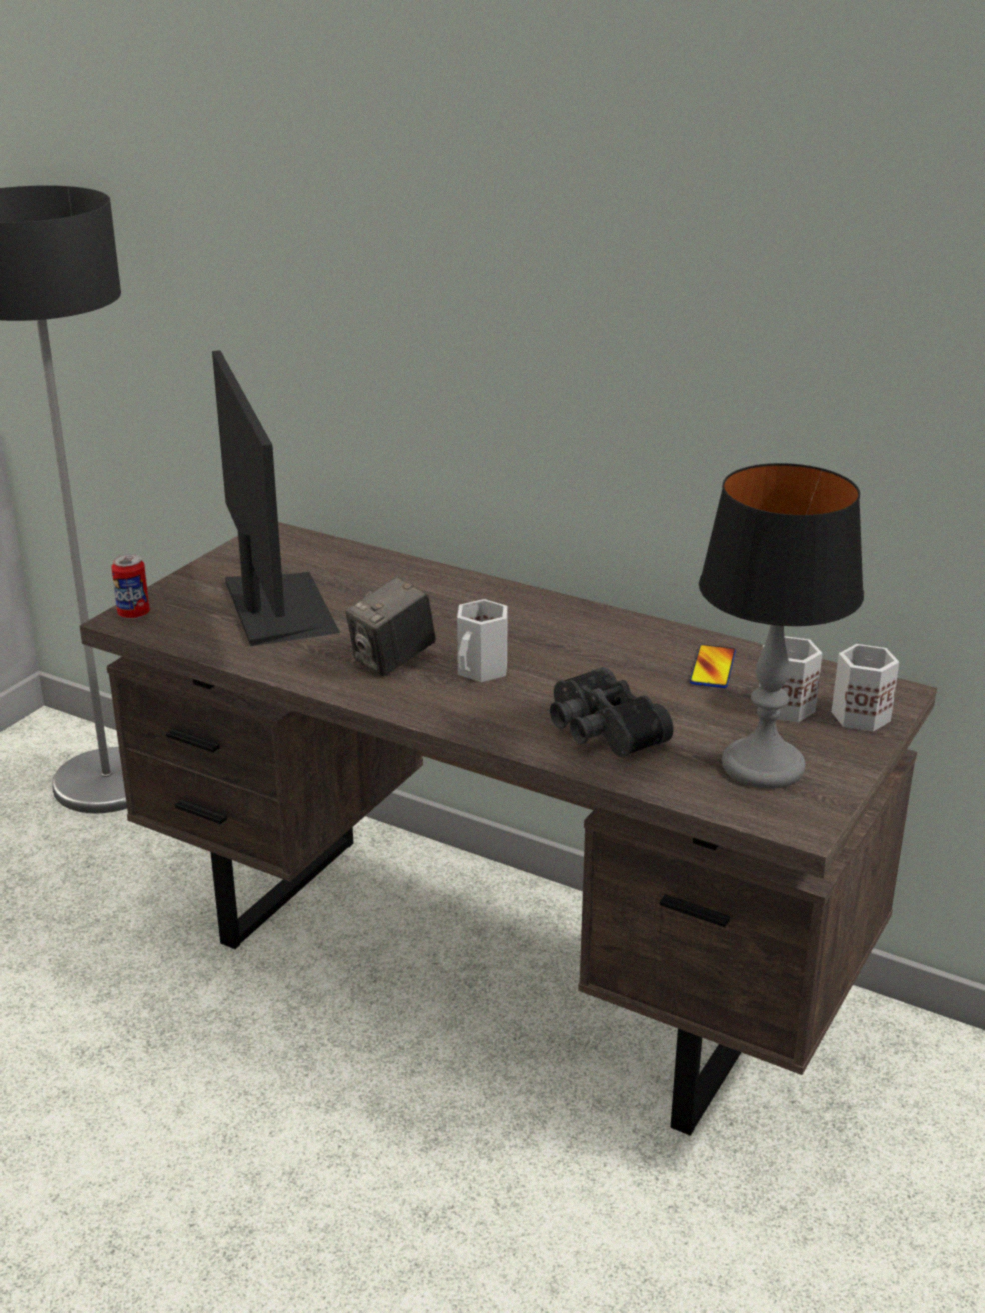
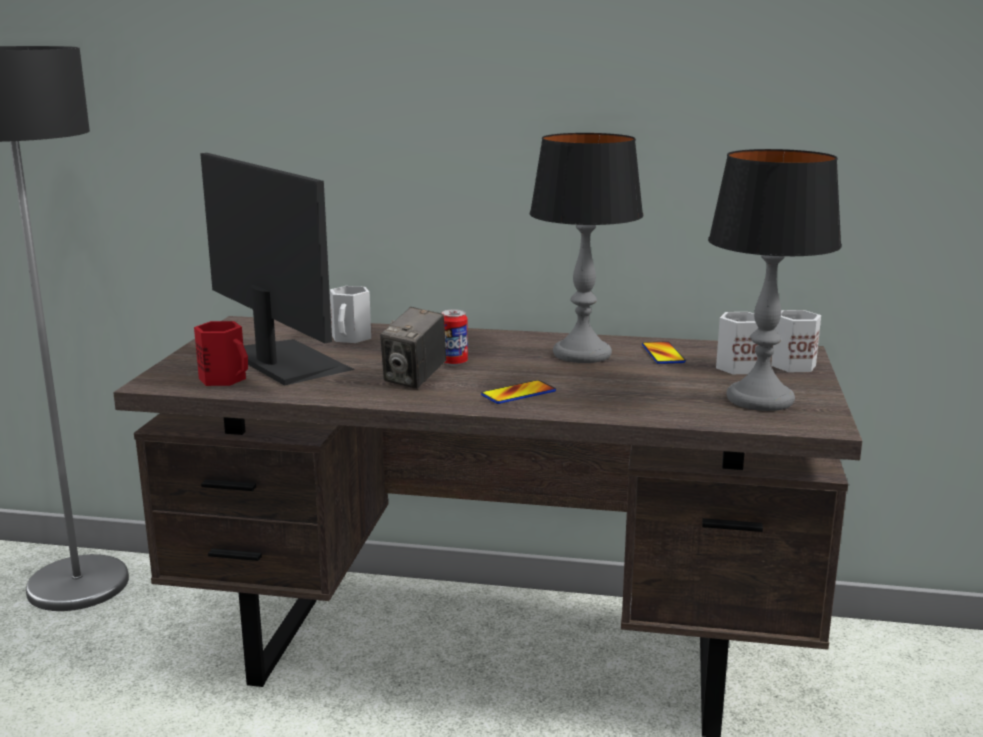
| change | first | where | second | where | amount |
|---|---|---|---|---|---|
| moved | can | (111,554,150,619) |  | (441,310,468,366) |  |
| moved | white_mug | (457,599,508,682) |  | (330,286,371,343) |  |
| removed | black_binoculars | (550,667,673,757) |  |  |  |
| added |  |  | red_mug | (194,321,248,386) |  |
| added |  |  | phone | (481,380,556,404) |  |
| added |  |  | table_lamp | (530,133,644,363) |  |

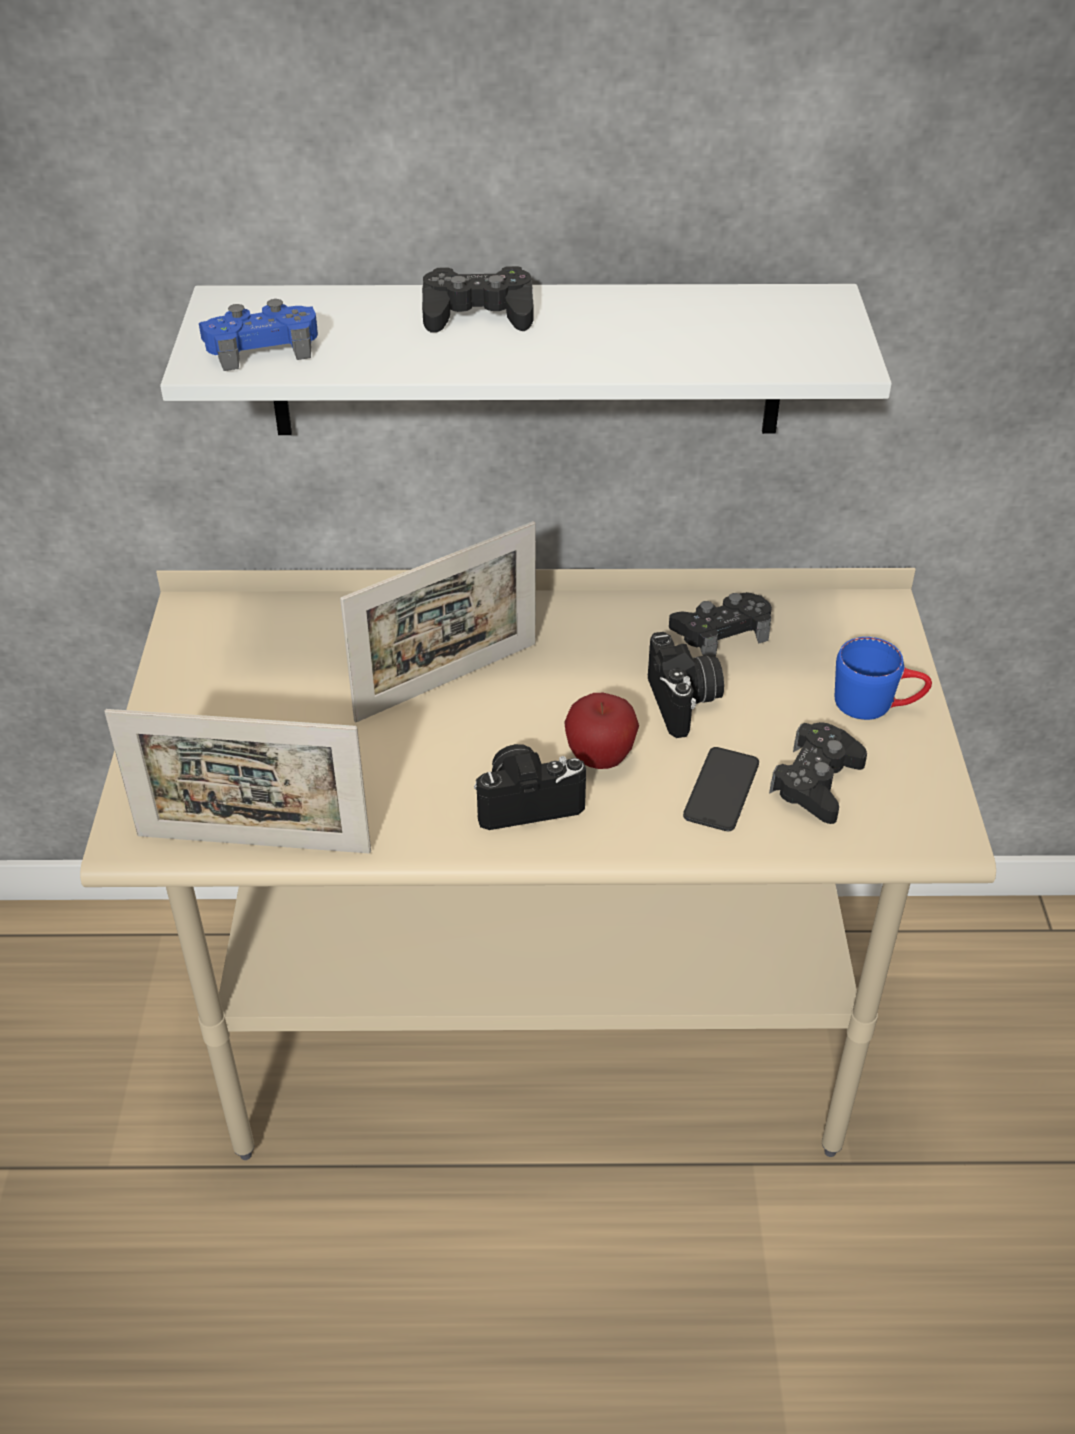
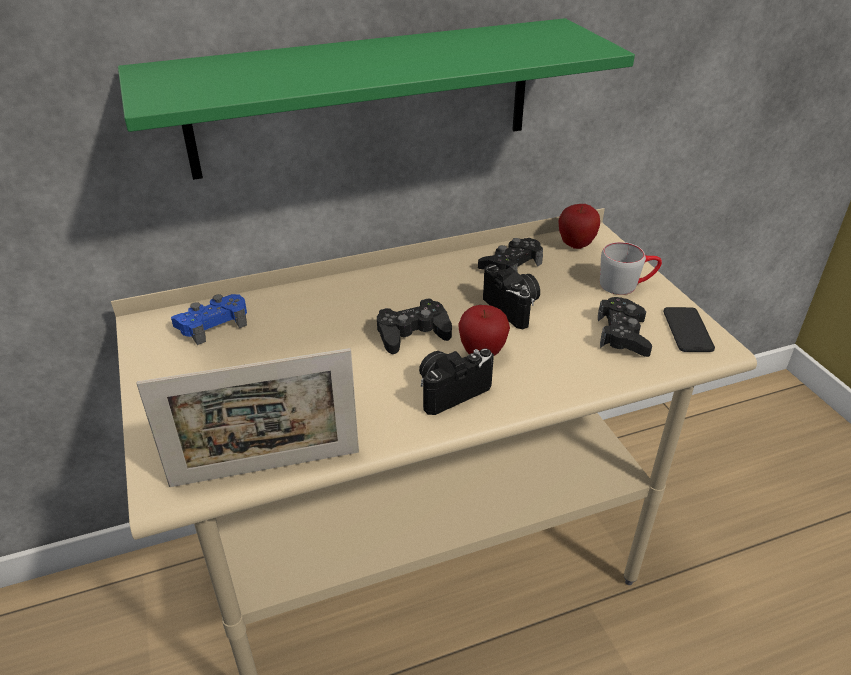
| change | first | where | second | where | amount |
|---|---|---|---|---|---|
| recoloured | white_shelf | (160,284,892,435) | green_shelf | (118,18,635,180) |  |
| moved | blue_game_controller | (199,299,318,371) |  | (171,294,247,345) |  |
| removed | picture_frame | (340,521,536,722) |  |  |  |
| moved | black_game_controller | (422,266,533,333) |  | (377,298,452,354) |  |
| moved | phone | (683,747,759,831) |  | (663,307,715,352) |  |
| recoloured | blue_mug | (835,637,932,720) | grey_mug | (600,242,662,295) |  |
| added |  |  | apple | (559,204,600,249) |  |

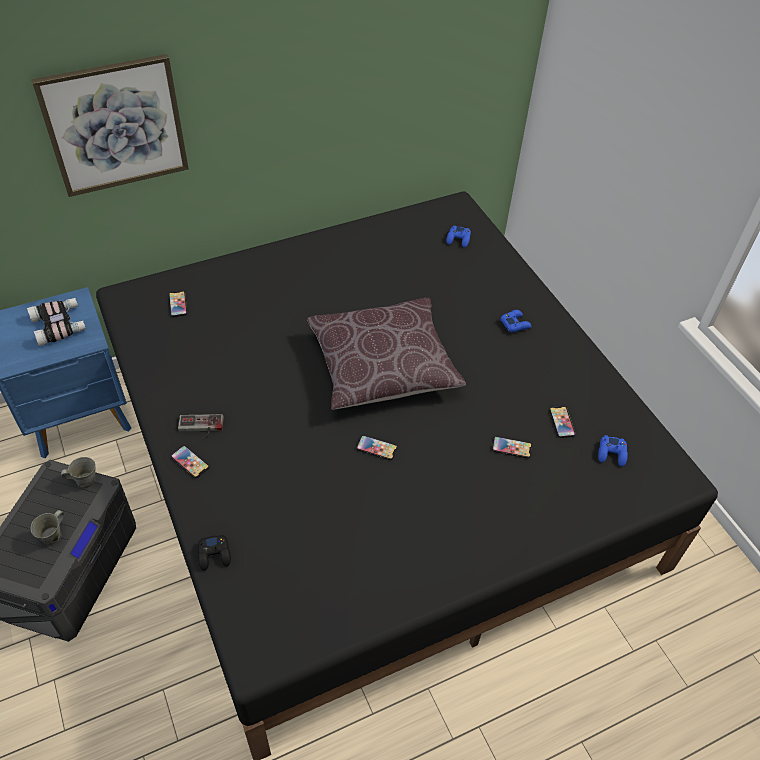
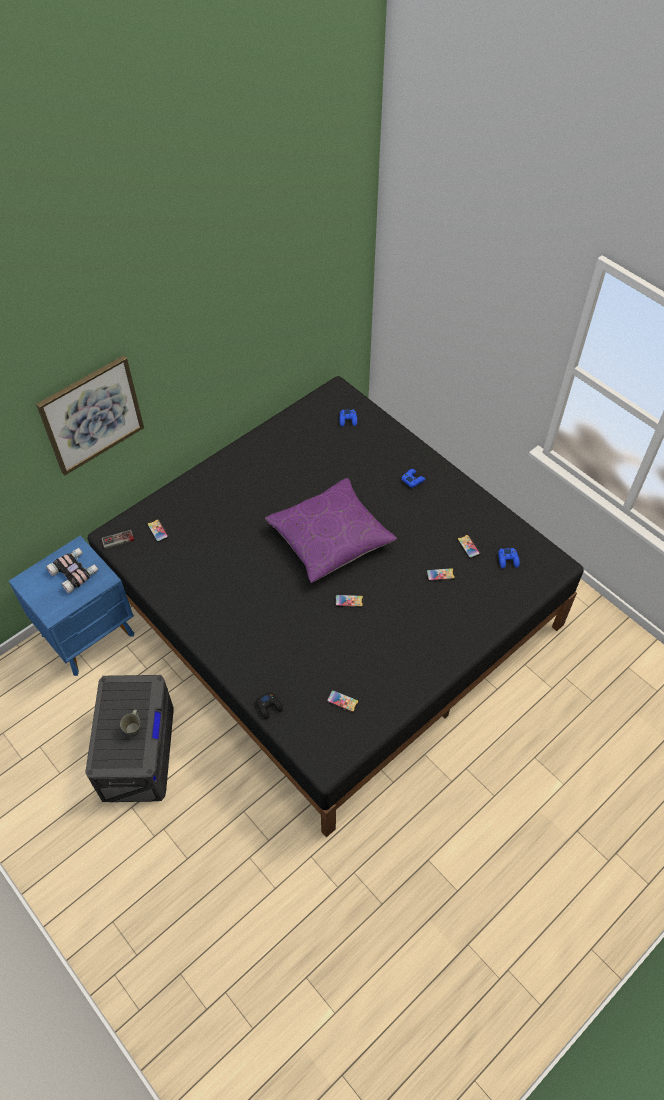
| change | first | where | second | where | amount |
|---|---|---|---|---|---|
| removed | grey_mug | (61,457,96,488) |  |  |  |
| moved | phone | (171,445,209,478) |  | (327,690,359,713) |  |
| moved | game_controller | (178,414,224,439) |  | (102,530,134,550) |  |
| recoloured | brown_pillow | (307,298,466,410) | purple_pillow | (265,478,397,583) |  |

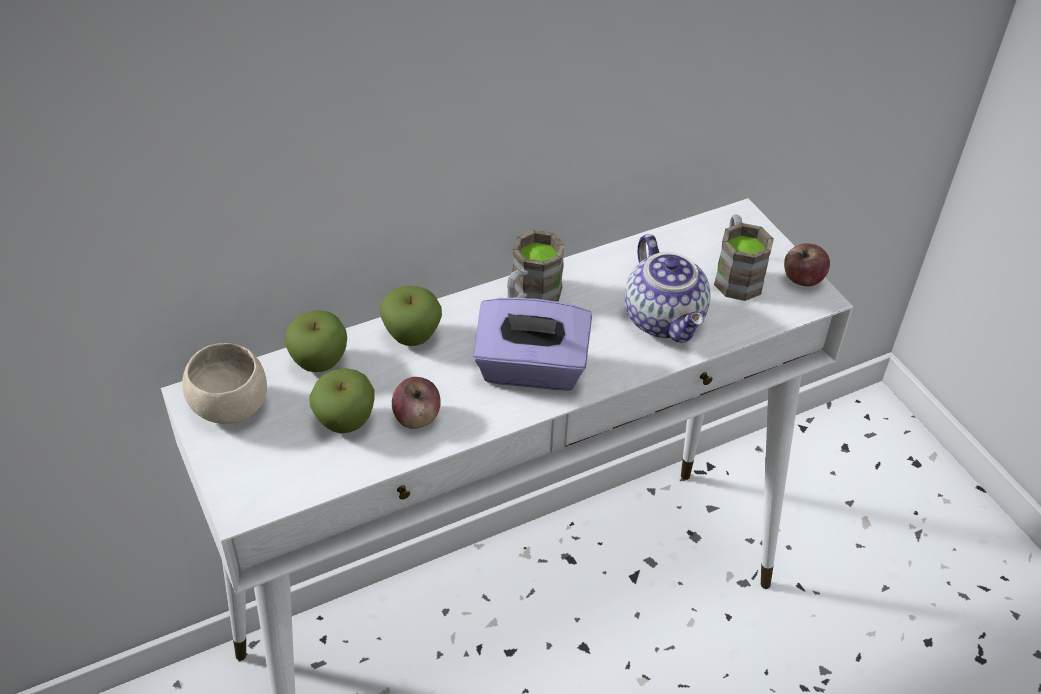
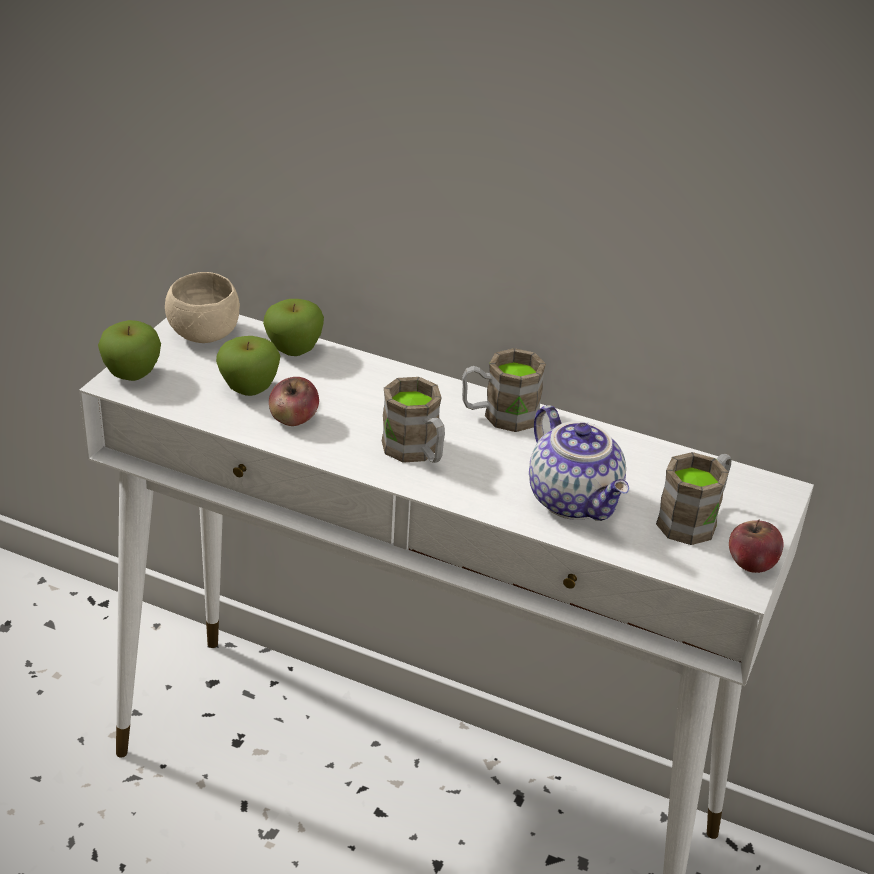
| change | first | where | second | where | amount |
|---|---|---|---|---|---|
| moved | apple | (380,286,442,346) |  | (98,320,161,381) |  |
| replaced | purple_tissue_box | (473,298,592,390) | brown_mug | (382,377,445,463) |  |
| turned | teapot | (625,234,710,342) |  | (529,405,629,521) | 60 degrees counterclockwise |

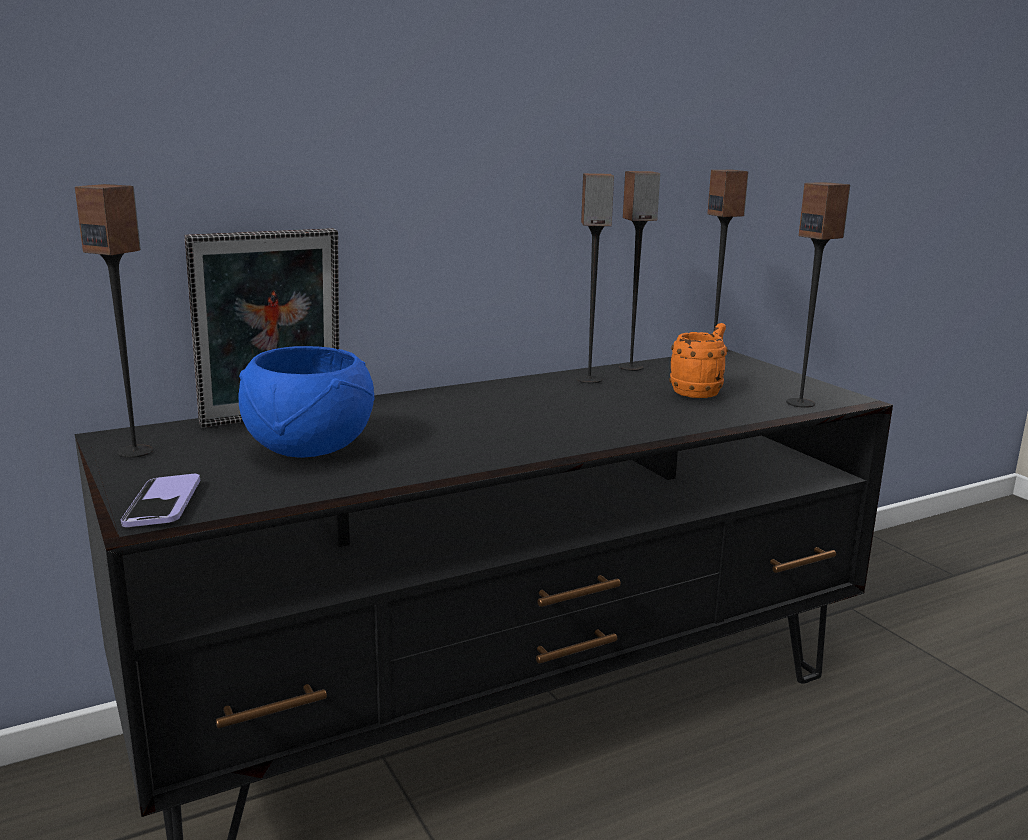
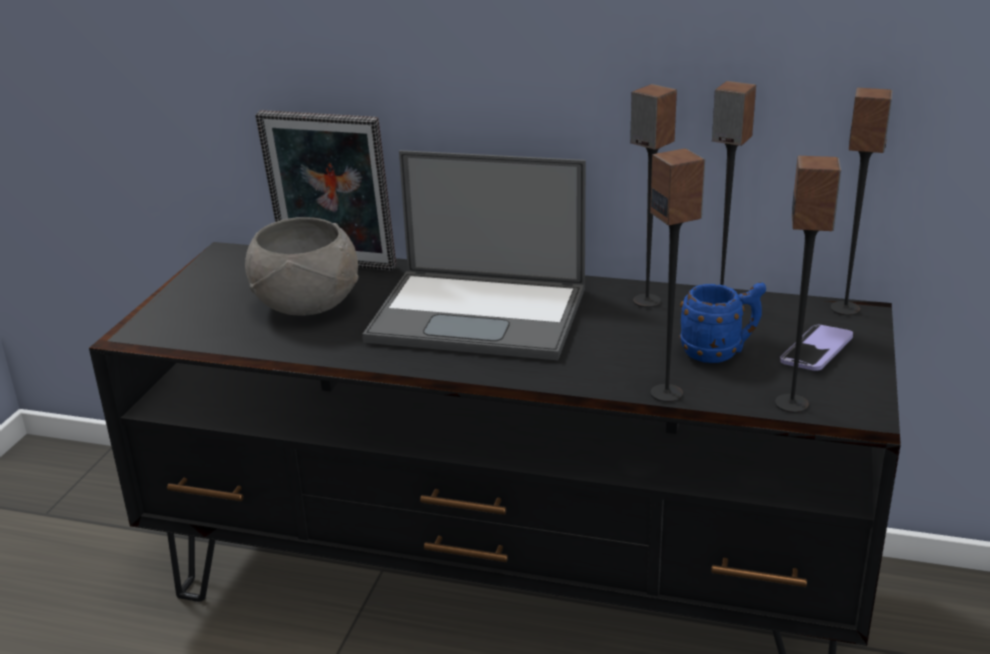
| change | first | where | second | where | amount |
|---|---|---|---|---|---|
| moved | speaker | (75,184,153,458) |  | (650,148,705,402) |  |
| moved | phone | (121,474,200,527) |  | (780,325,853,371) |  |
| recoloured | blue_bowl | (238,346,374,458) | grey_bowl | (245,217,358,316) |  |
| recoloured | orange_mug | (669,323,728,398) | blue_mug | (679,282,766,363) |  |
| added |  |  | laptop | (363,150,586,360) |  |

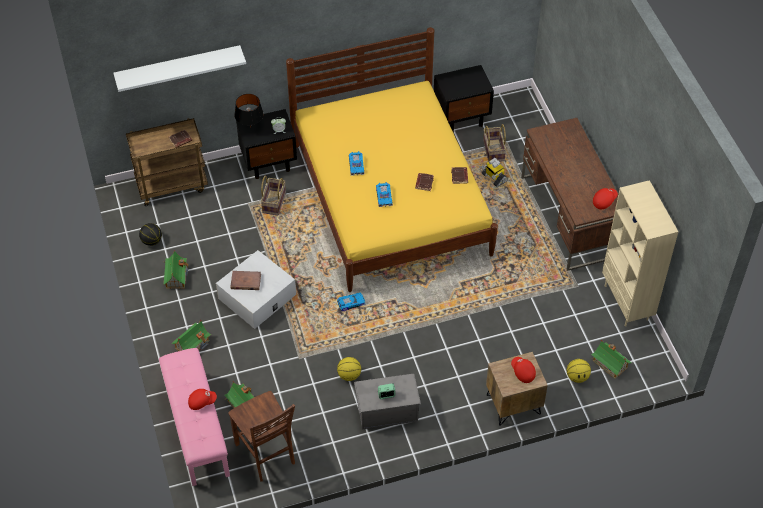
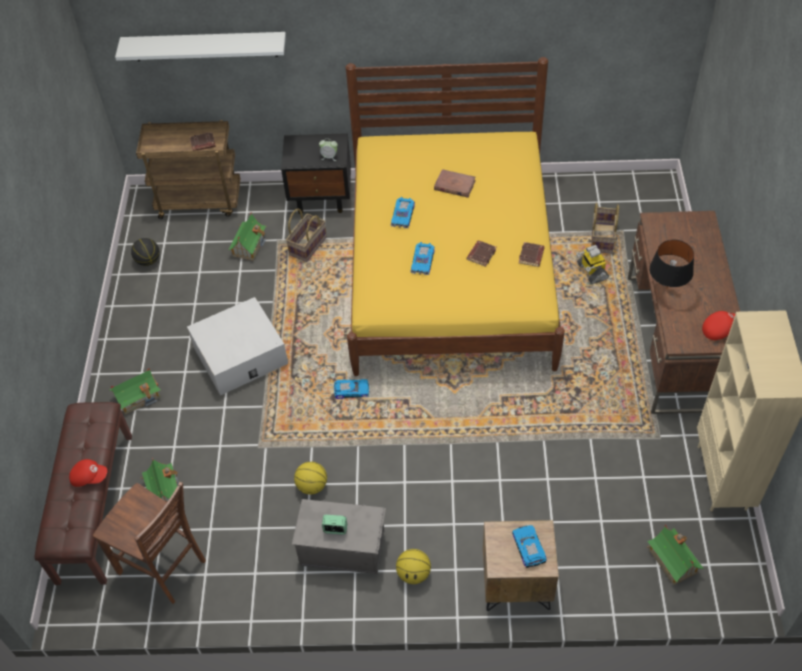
| change | first | where | second | where | amount |
|---|---|---|---|---|---|
| recoloured | pink_bench | (159,348,230,486) | brown_bench | (35,402,132,585) |  |
| moved | toy_house | (163,250,188,289) |  | (228,212,266,261) |  |
| turned | brown_chair | (228,391,295,482) |  | (93,482,206,604) | 45 degrees counterclockwise |
| moved | brown_book | (230,271,261,290) |  | (434,169,476,198) |  |
| moved | black_table_lamp | (234,94,264,128) |  | (649,240,694,289) |  |
| removed | black_nightstand | (434,65,494,133) |  |  |  |
| replaced | red_cap | (511,357,536,383) | toy_car | (512,525,546,568) |  |
| moved | basketball | (567,359,591,383) |  | (396,549,431,584) |  |

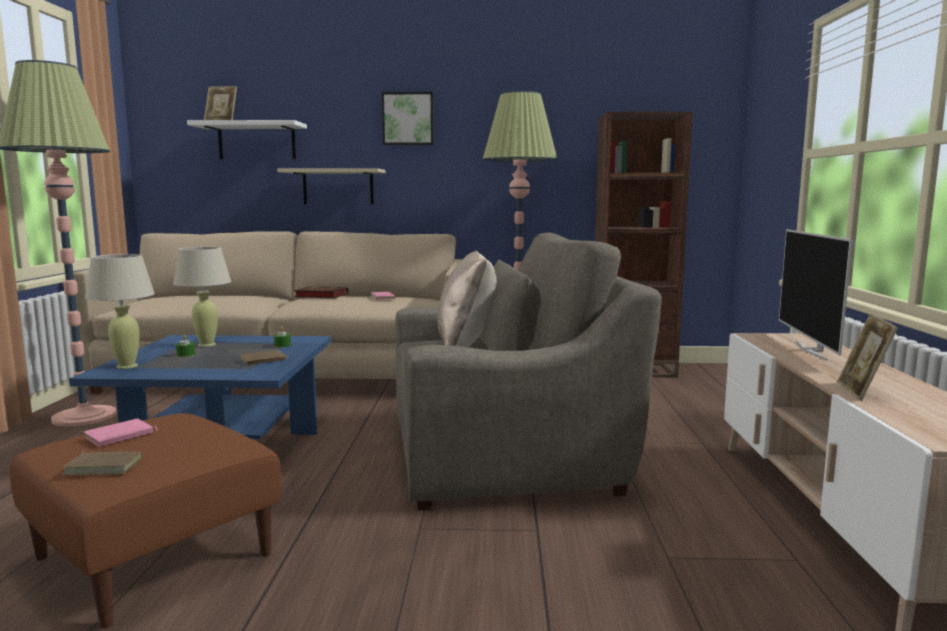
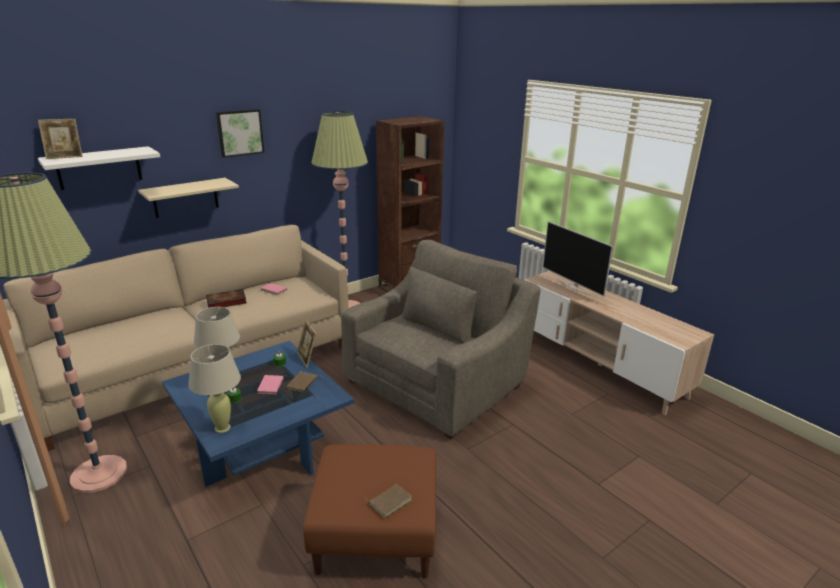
| change | first | where | second | where | amount |
|---|---|---|---|---|---|
| moved | pink_book | (84,418,158,447) |  | (257,375,289,394) |  |
| removed | beige_pillow | (437,250,497,347) |  |  |  |
| moved | picture_frame | (837,313,898,401) |  | (297,320,316,368) |  |

